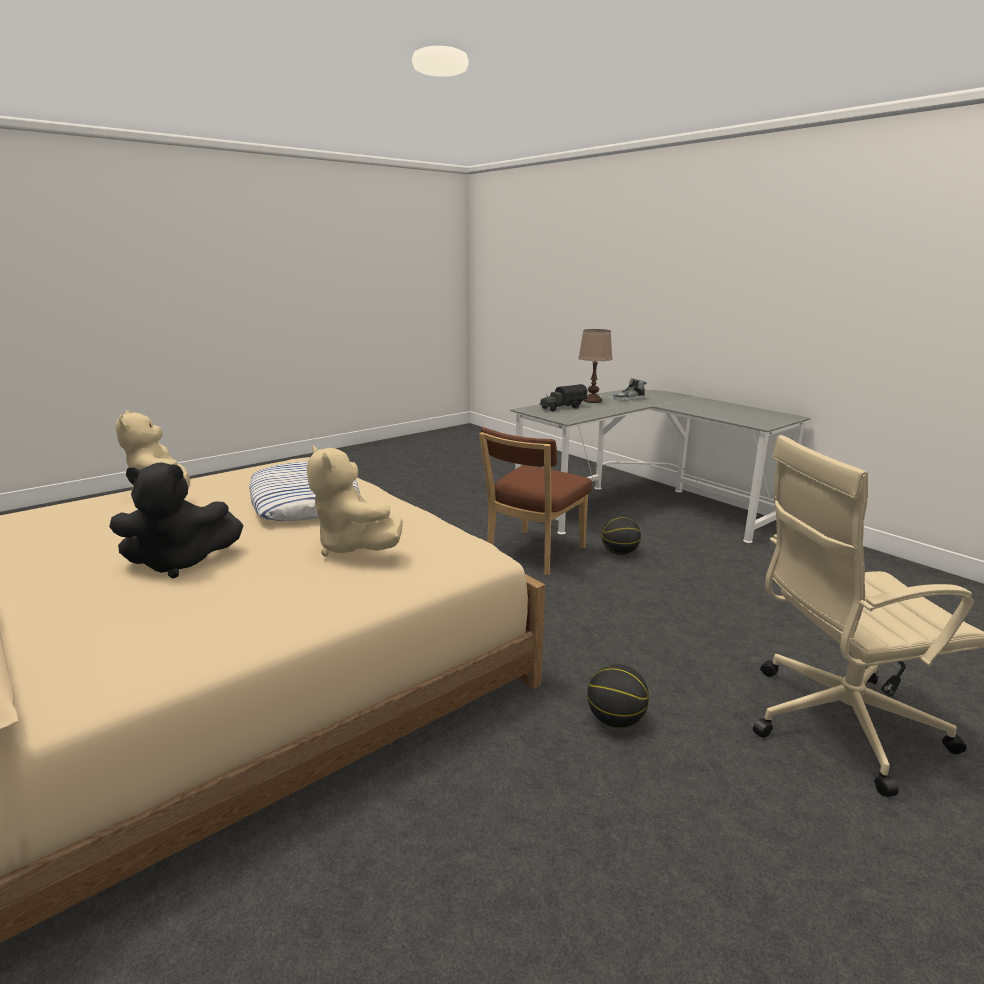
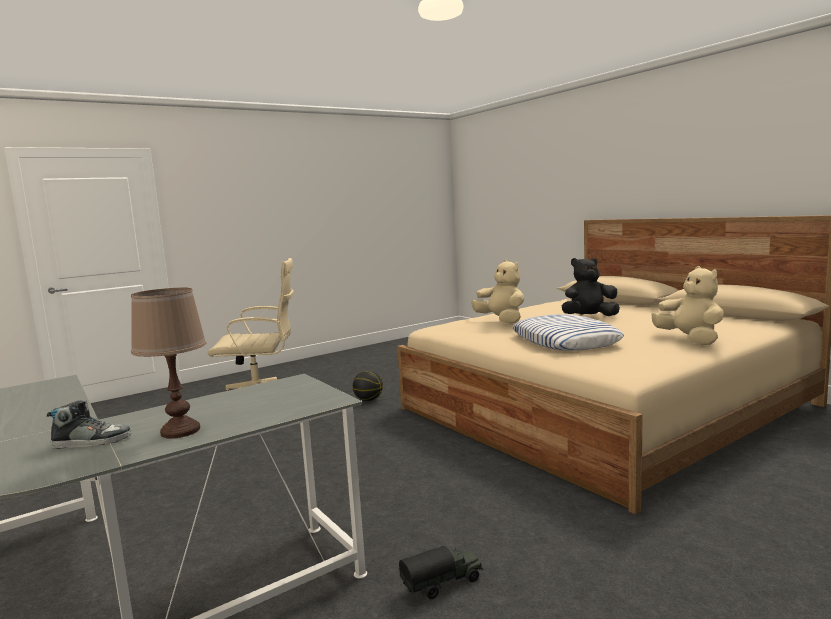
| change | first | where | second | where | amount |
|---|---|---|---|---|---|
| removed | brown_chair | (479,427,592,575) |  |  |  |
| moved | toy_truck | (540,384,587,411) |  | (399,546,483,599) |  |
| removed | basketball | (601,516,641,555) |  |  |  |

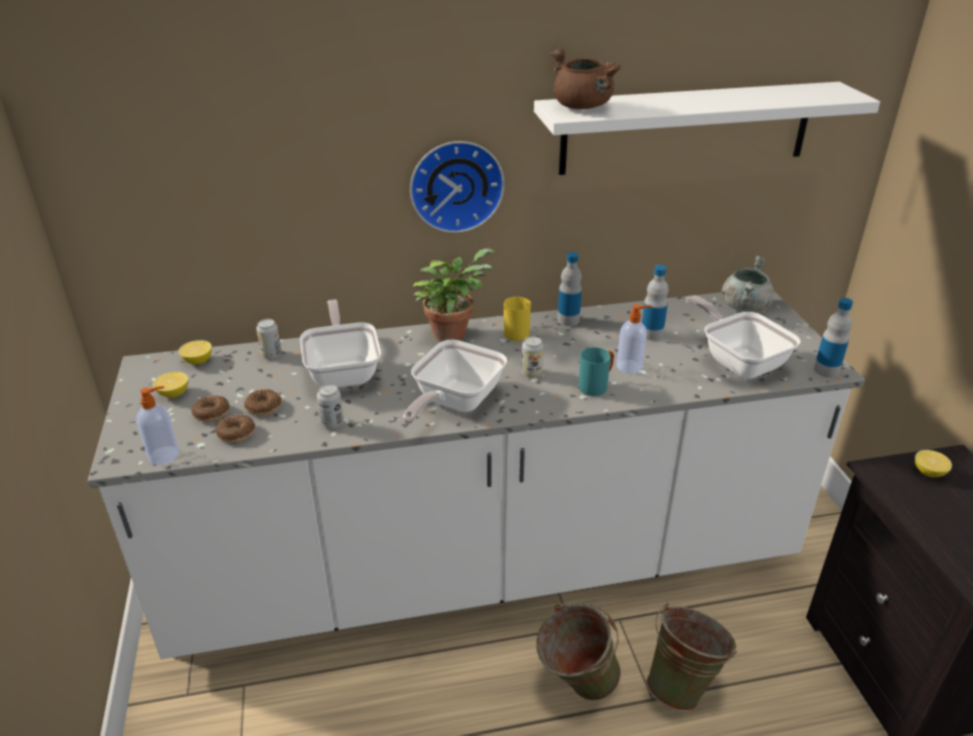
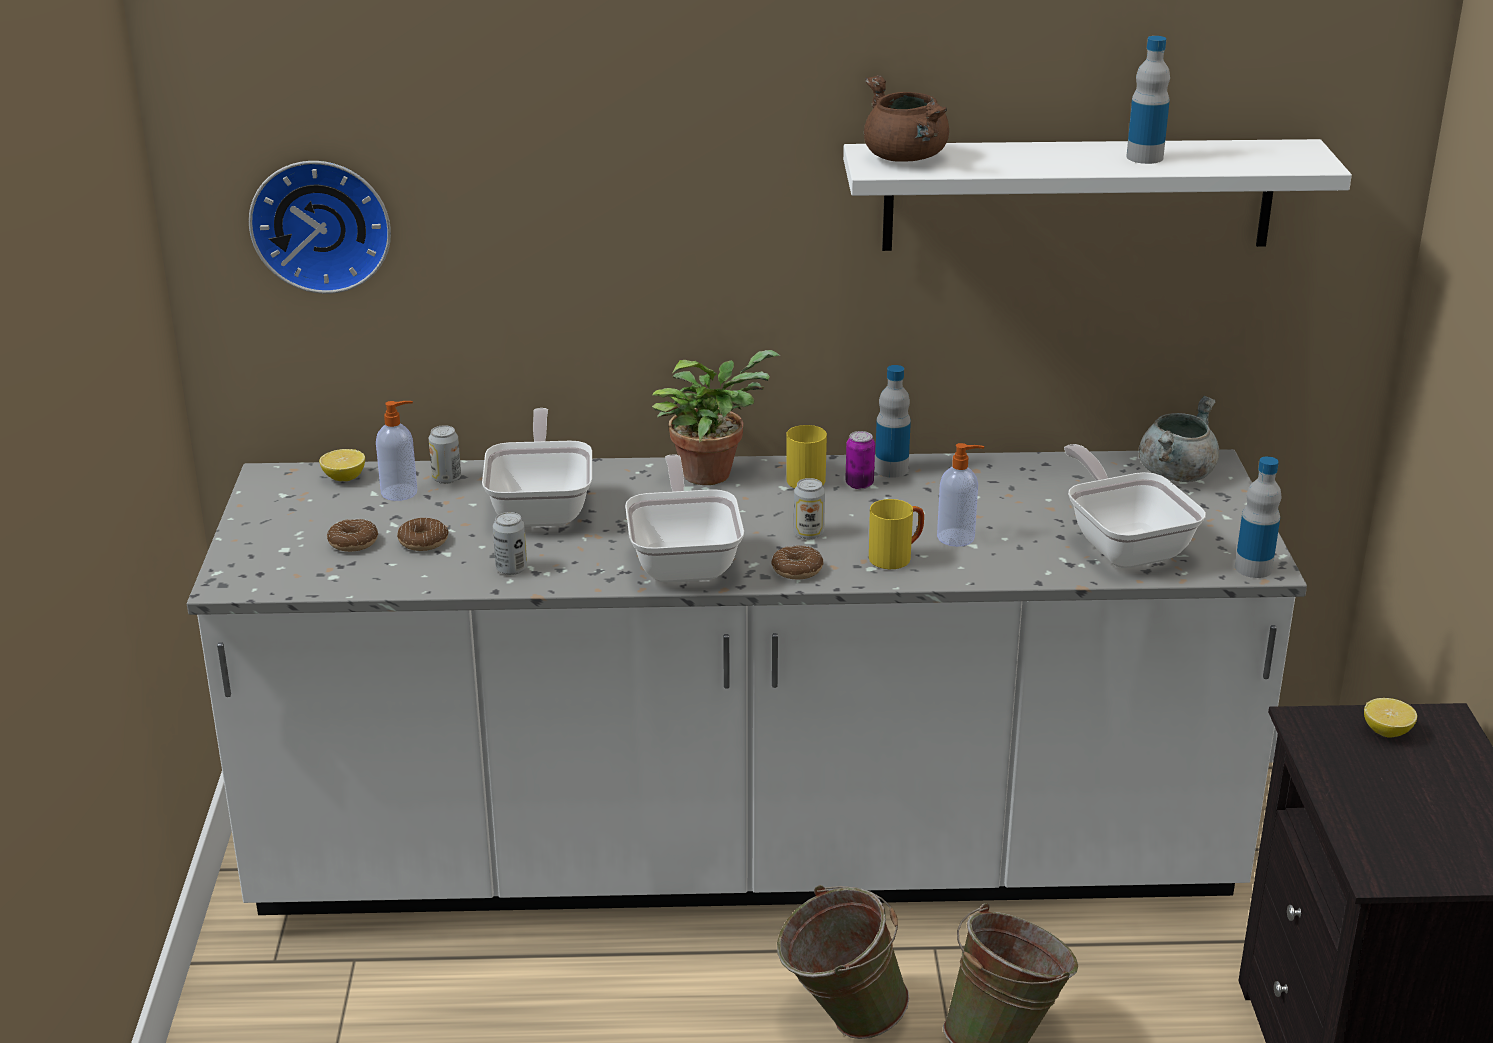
| change | first | where | second | where | amount |
|---|---|---|---|---|---|
| moved | soap_dispenser | (137,386,179,465) |  | (376,401,417,501) |  |
| removed | lemon | (153,372,188,398) |  |  |  |
| moved | donut | (216,415,255,443) |  | (771,545,824,579) |  |
| turned | frying_pan | (403,340,507,424) |  | (625,454,744,583) | 135 degrees clockwise |
| moved | wall_clock | (410,141,505,233) |  | (249,161,391,294) |  |
| recoloured | turquoise_mug | (579,347,614,396) | yellow_mug | (869,499,924,569) |  |
| moved | bottle | (642,265,668,341) |  | (1126,36,1170,164) |  |
| added |  |  | can | (845,431,875,489) |  |

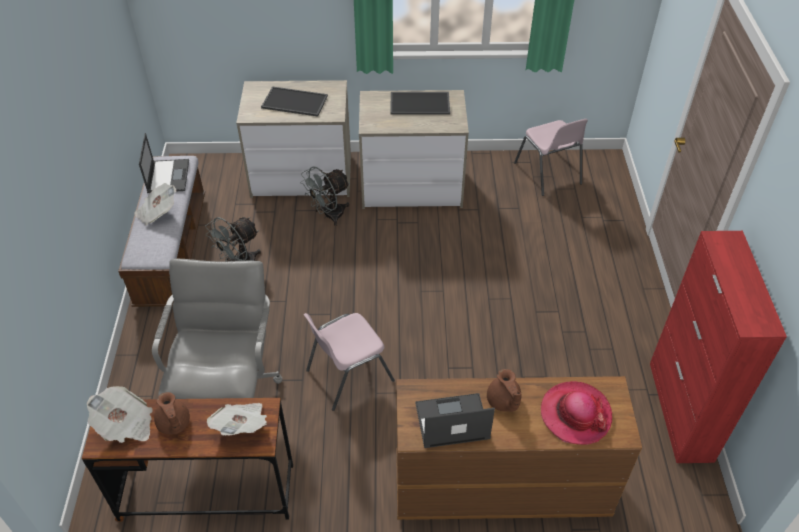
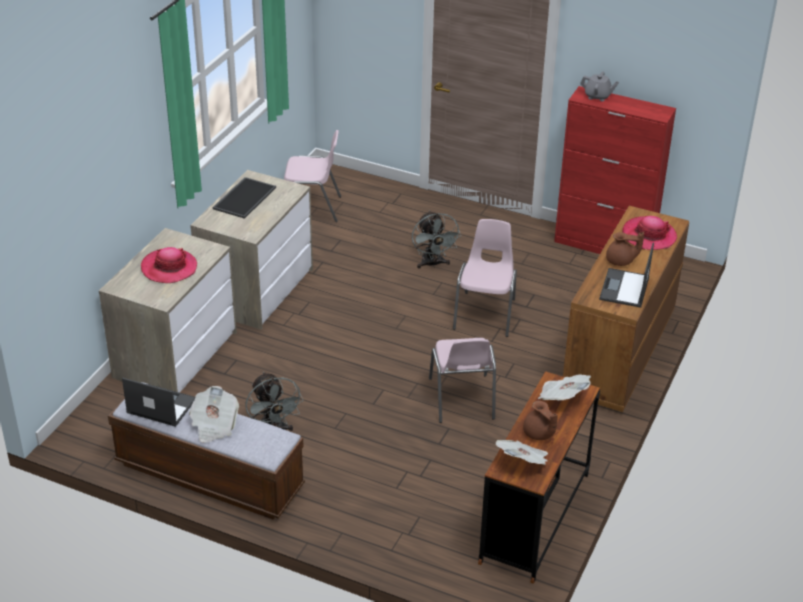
| change | first | where | second | where | amount |
|---|---|---|---|---|---|
| removed | grey_office_chair | (152,258,283,399) |  |  |  |
| turned | brown_teapot | (154,392,190,435) |  | (523,401,558,440) | 60 degrees clockwise |
| replaced | tray | (261,86,328,117) | hat | (141,247,197,283) |  |
| moved | grey_fan | (300,166,350,226) |  | (412,211,461,269) |  |
| added |  |  | pink_chair | (453,219,517,337) |  |
| added |  |  | grey_teapot | (580,72,619,101) |  |

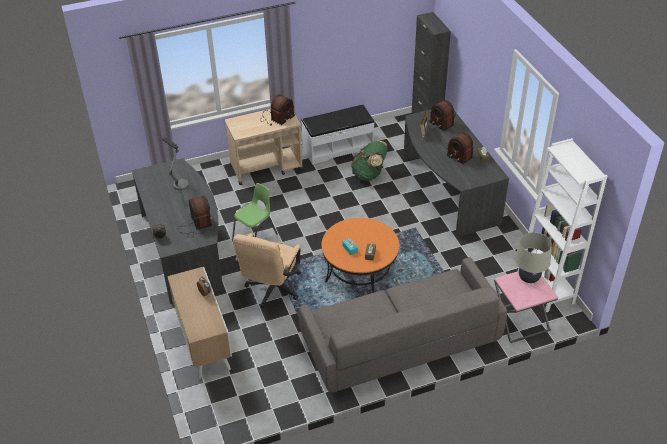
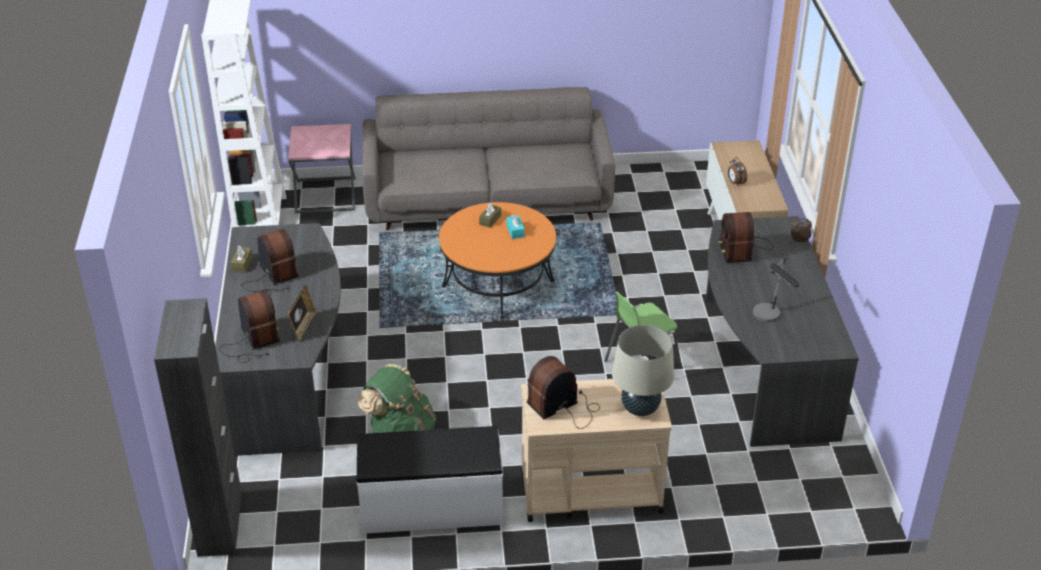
| change | first | where | second | where | amount |
|---|---|---|---|---|---|
| removed | beige_office_chair | (233,233,301,308) |  |  |  |
| moved | beige_table_lamp | (515,232,552,283) |  | (612,325,674,416) |  |

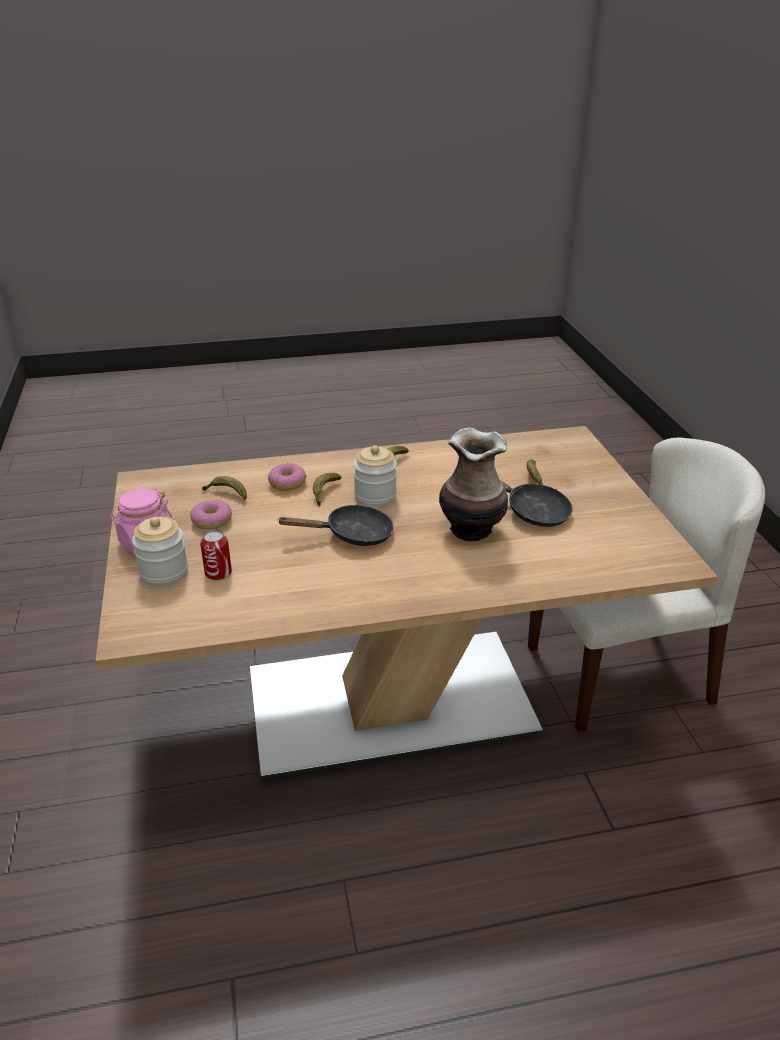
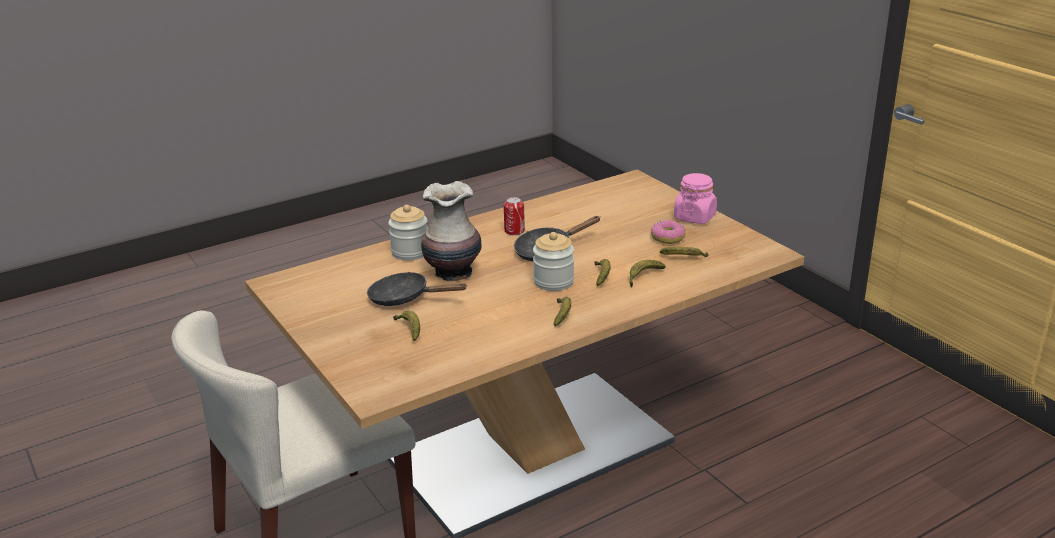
| change | first | where | second | where | amount |
|---|---|---|---|---|---|
| moved | jar | (132,517,188,587) |  | (388,205,428,261) |  |
| moved | can | (200,531,232,580) |  | (504,197,525,235) |  |
| replaced | donut | (268,463,306,491) | banana | (629,260,666,287) |  |

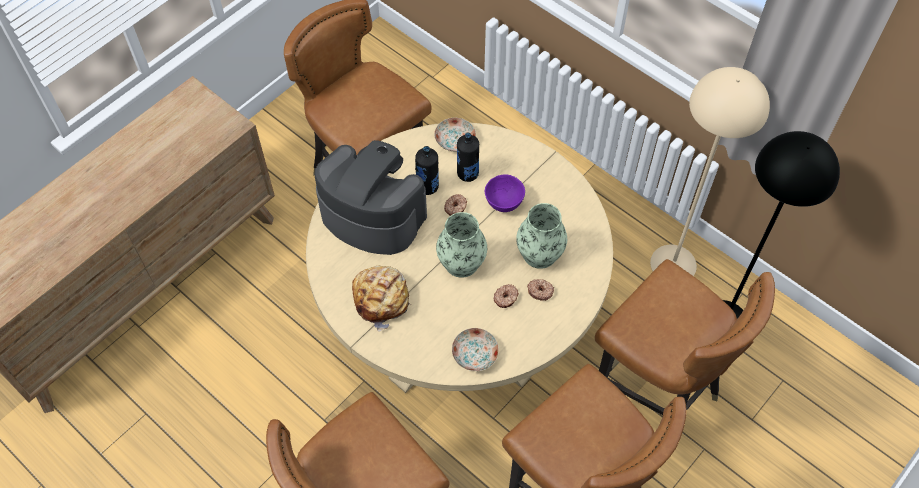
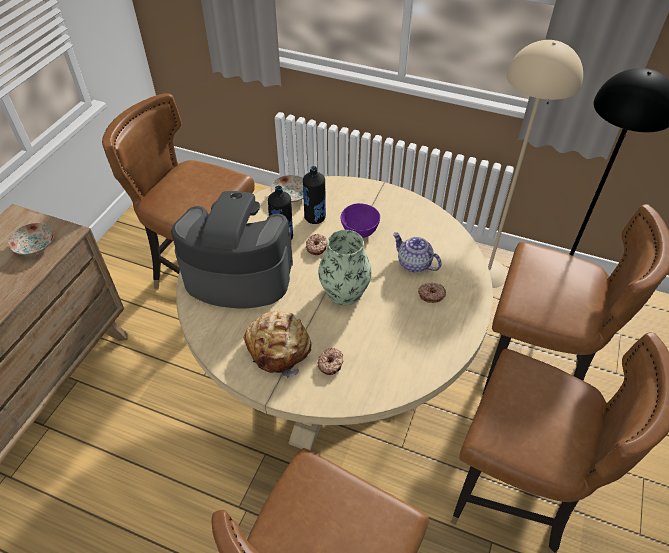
| change | first | where | second | where | amount |
|---|---|---|---|---|---|
| moved | plate | (452,328,499,371) |  | (8,223,54,255) |  |
| moved | donut | (493,284,519,308) |  | (317,348,343,375) |  |
| replaced | vase | (516,203,567,269) | teapot | (393,233,442,273) |  |

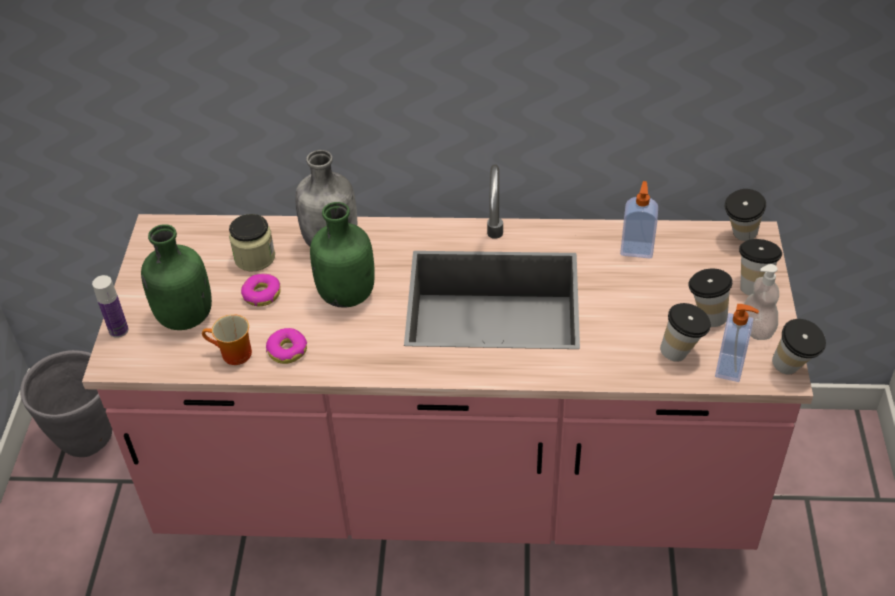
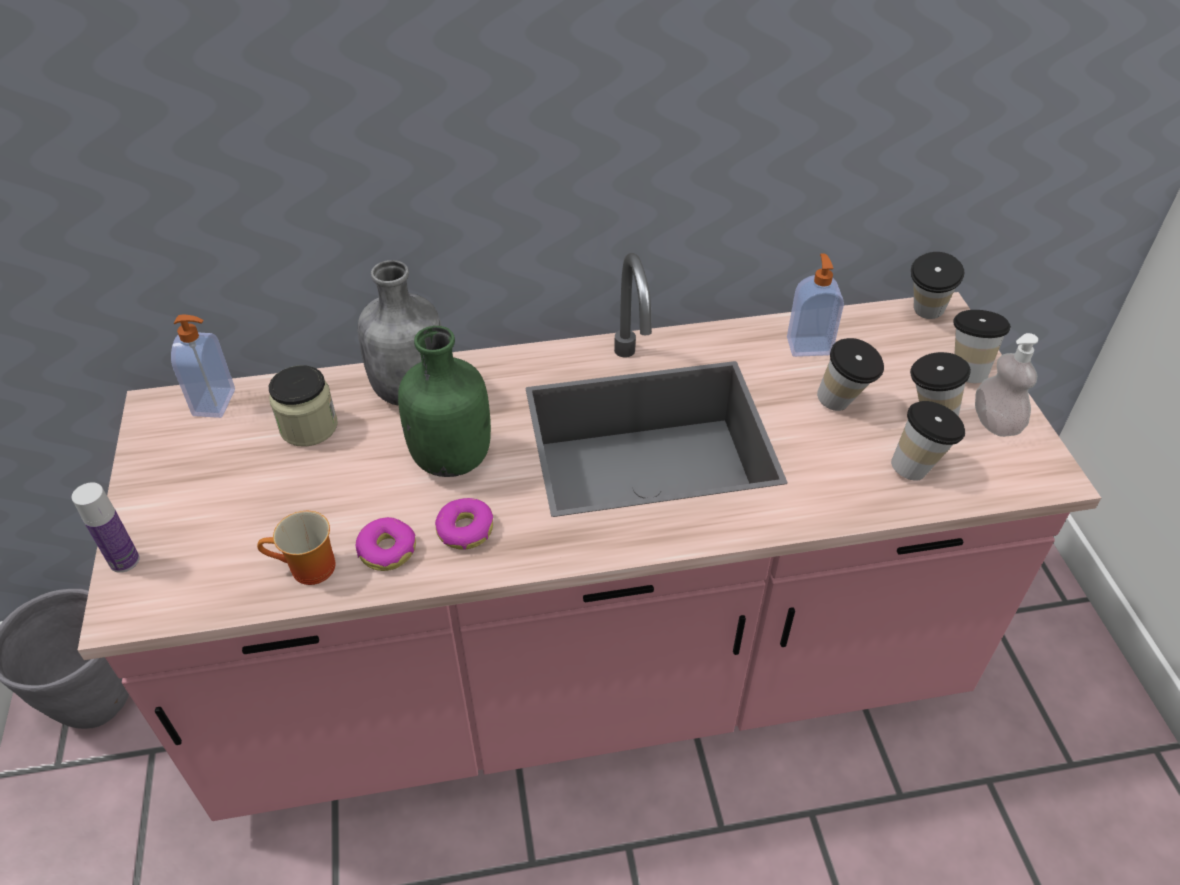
| change | first | where | second | where | amount |
|---|---|---|---|---|---|
| removed | green_bottle | (141,224,212,330) |  |  |  |
| moved | donut | (241,274,281,306) |  | (435,498,493,550) |  |
| moved | soap_dispenser | (715,304,759,382) |  | (171,315,235,418) |  |
| moved | cup | (772,319,826,374) |  | (817,338,884,411) |  |

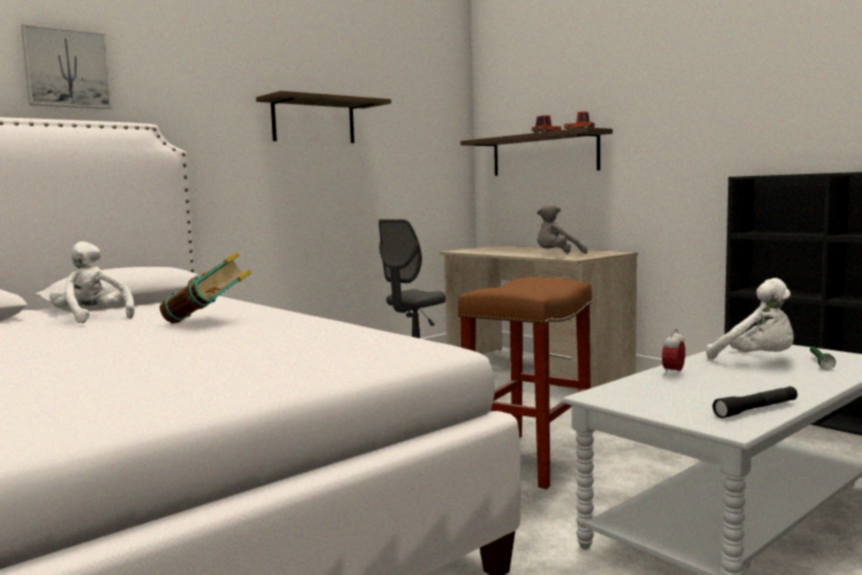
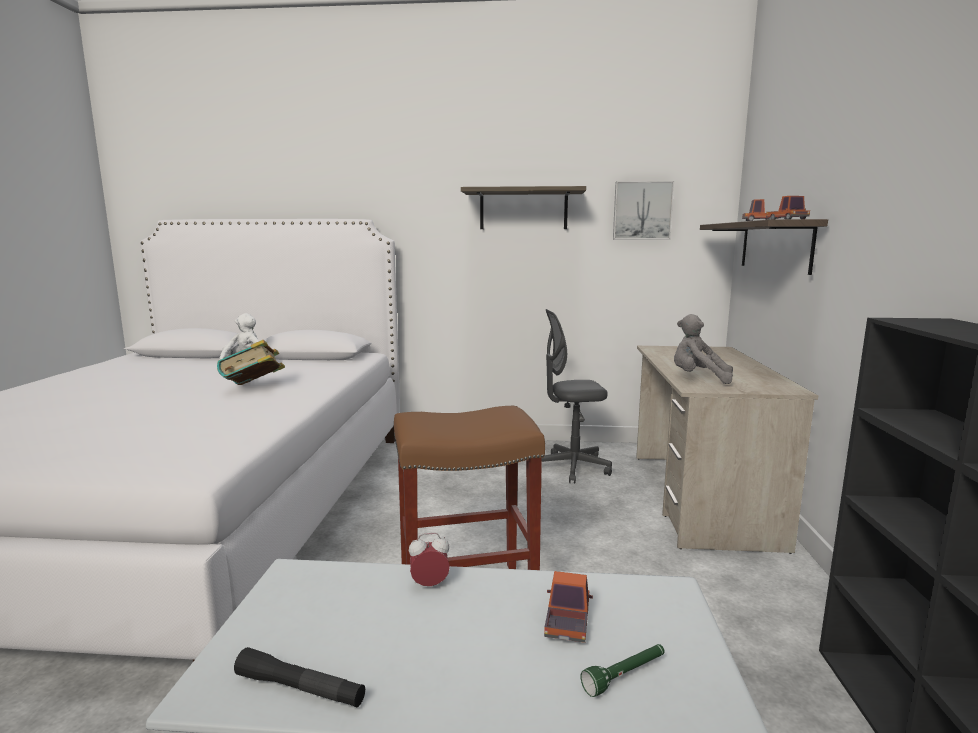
| change | first | where | second | where | amount |
|---|---|---|---|---|---|
| moved | picture | (21,24,112,109) |  | (613,181,674,239) |  |
| replaced | white_plush_toy | (706,278,794,360) | toy_truck | (544,571,593,643) |  |

